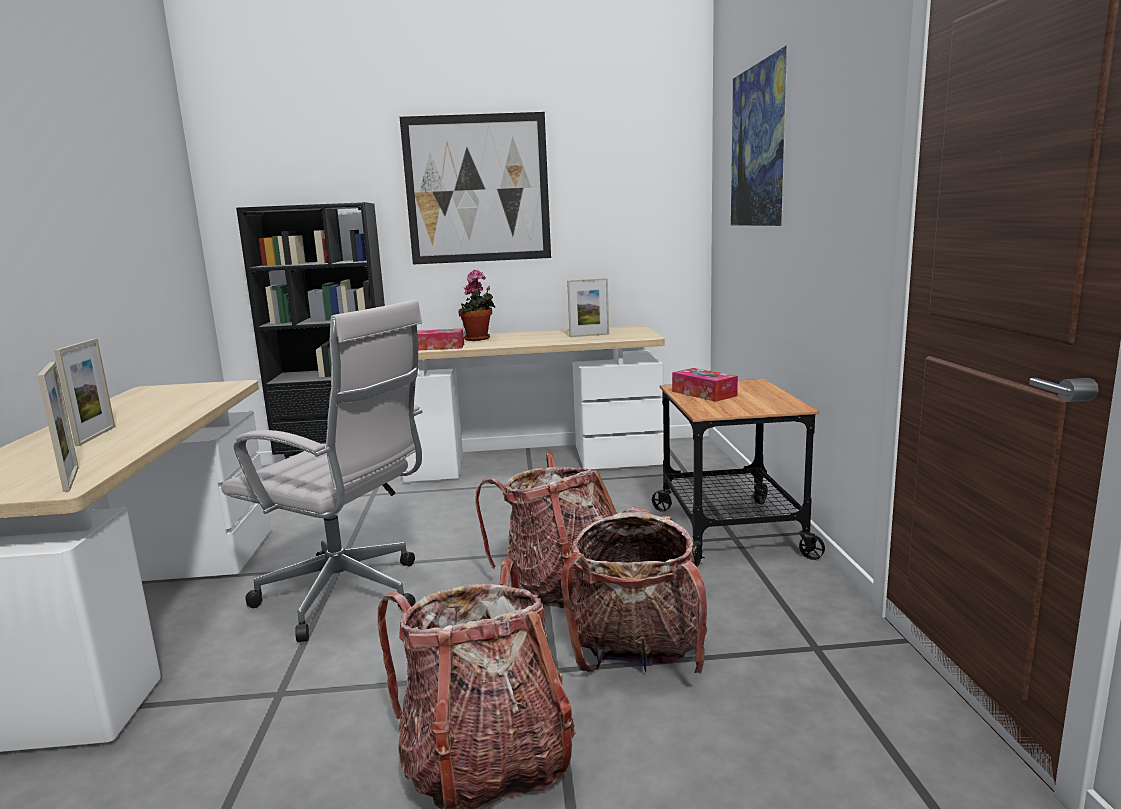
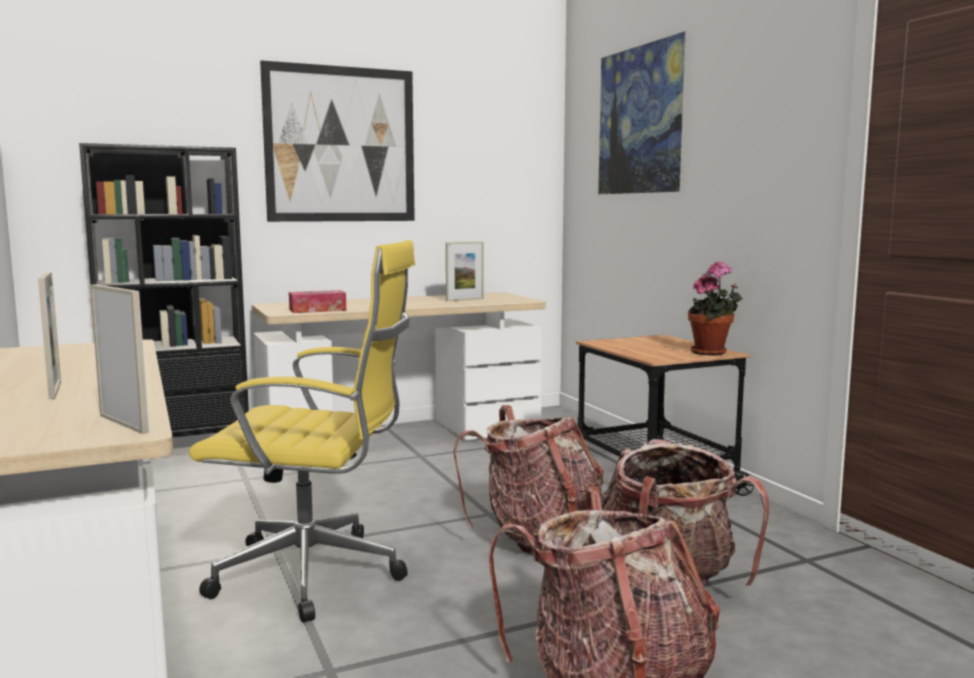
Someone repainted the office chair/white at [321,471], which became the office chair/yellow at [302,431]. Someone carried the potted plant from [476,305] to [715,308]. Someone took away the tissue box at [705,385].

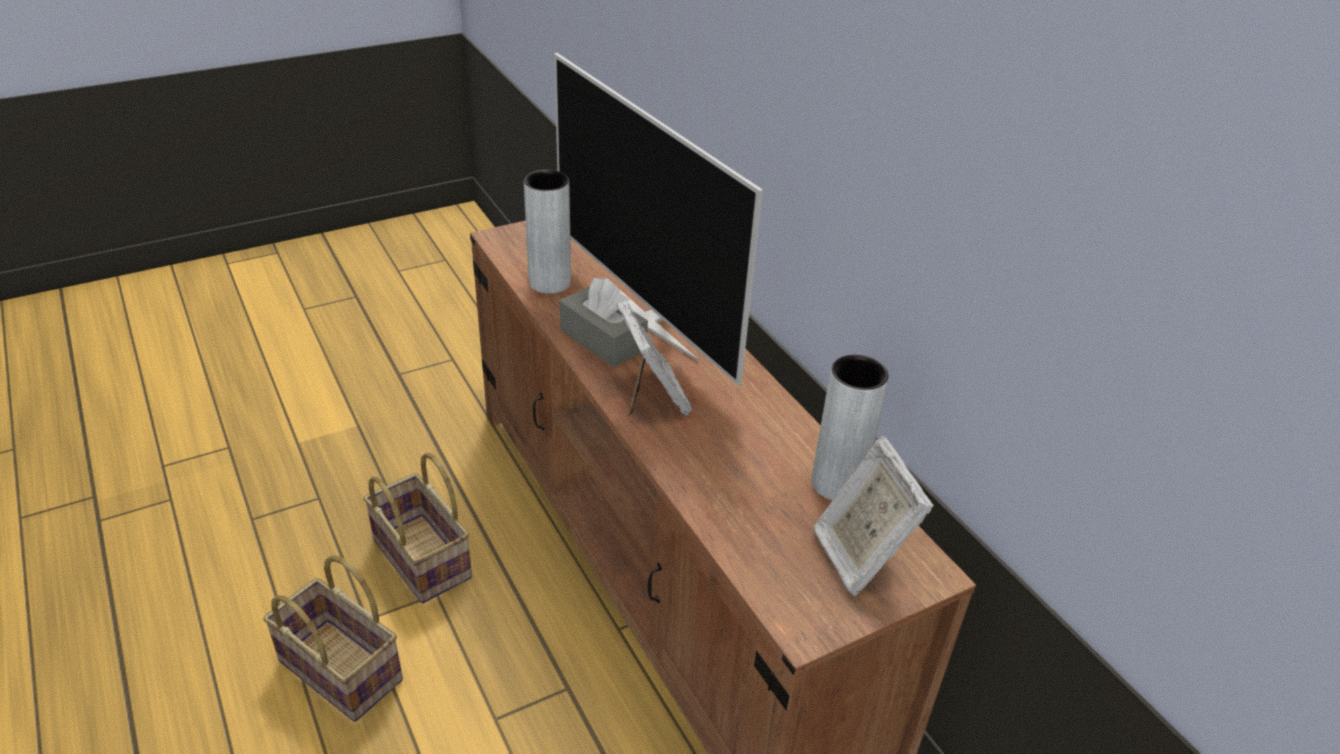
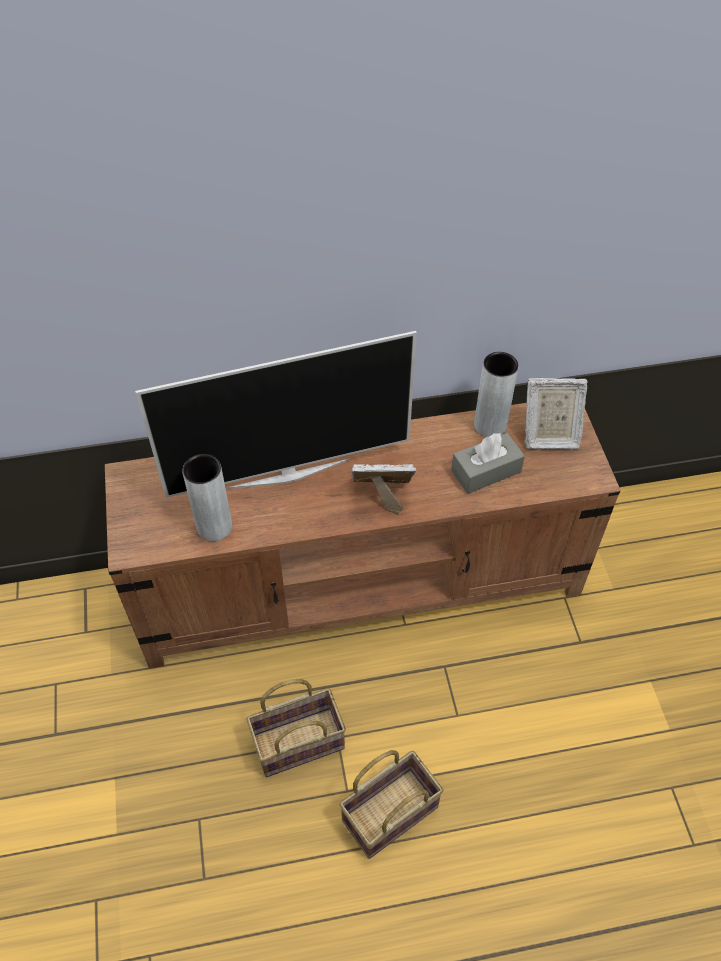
Someone carried the tissue box/grey from [603,322] to [488,463].

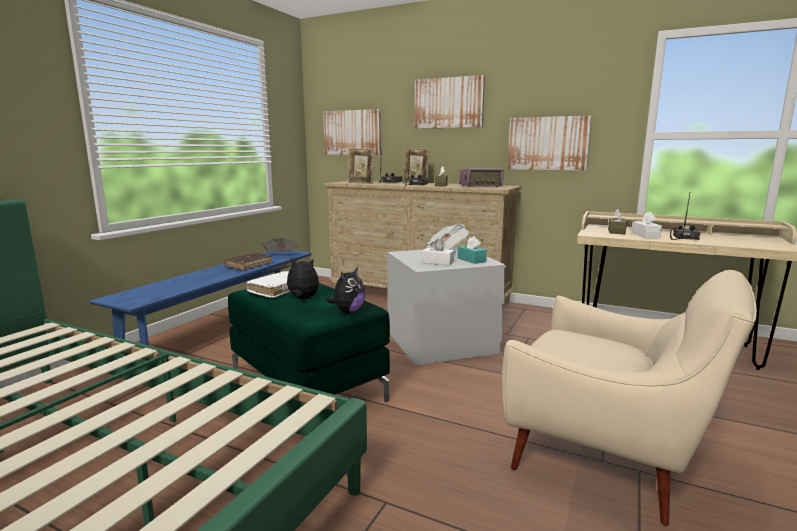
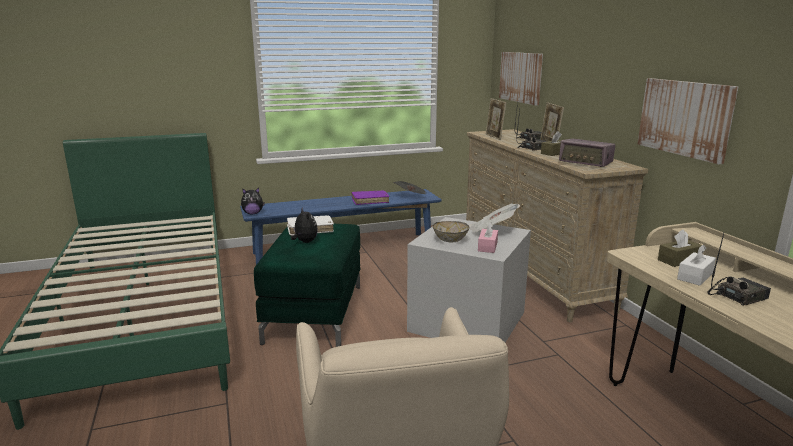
Someone repainted the book/brown at [248,262], which became the book/purple at [370,197]. Someone carried the plush toy from [345,290] to [253,201]. Someone took away the picture at [450,102]. Someone swapped the tissue box/white at [438,252] for the bowl at [451,231]. Someone repainted the tissue box/turquoise at [472,250], which became the tissue box/pink at [488,237].

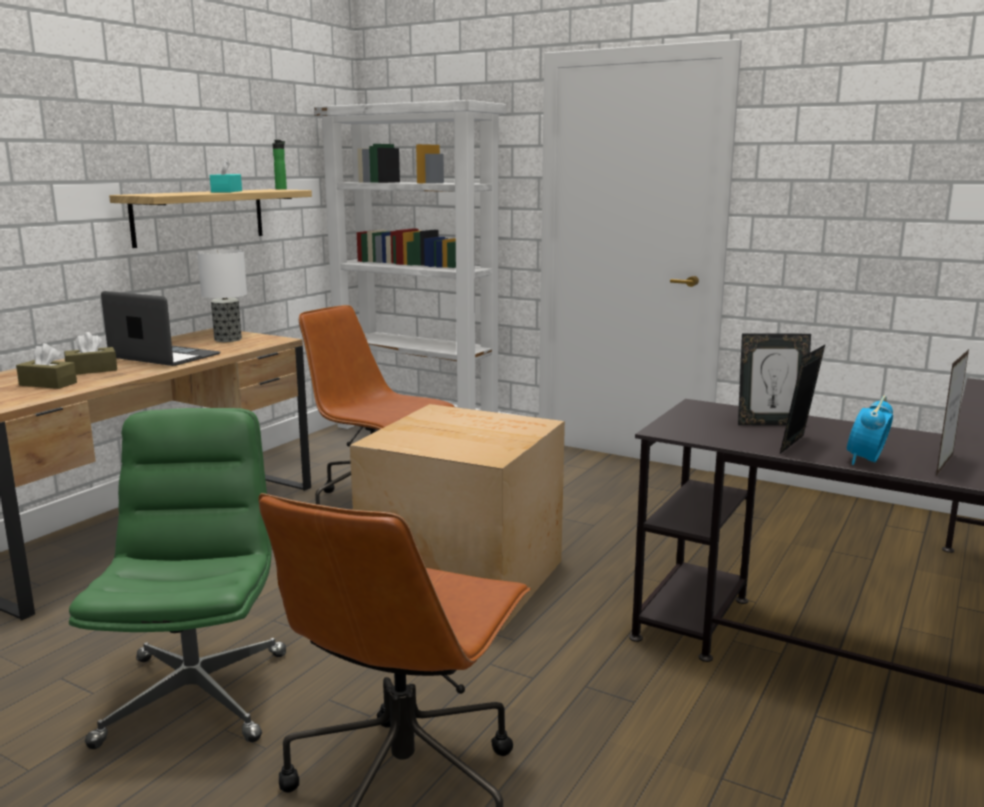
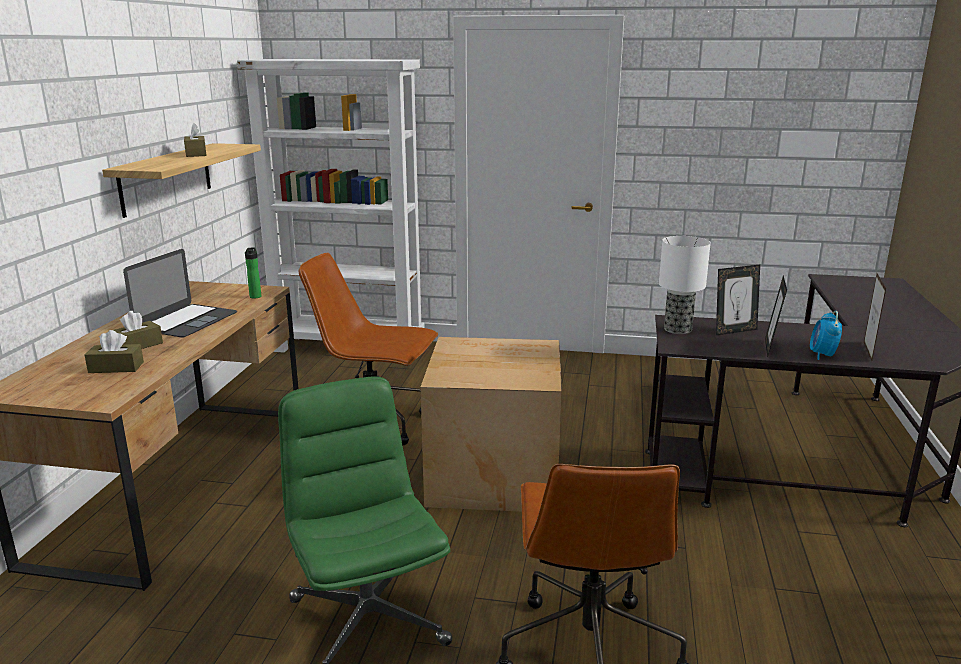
Someone rotated the laptop at [160,328] by 105 degrees clockwise. Someone carried the table lamp from [222,296] to [685,285]. Someone repainted the tissue box/turquoise at [226,175], which became the tissue box/brown at [195,140]. Someone carried the bottle from [280,165] to [253,273].

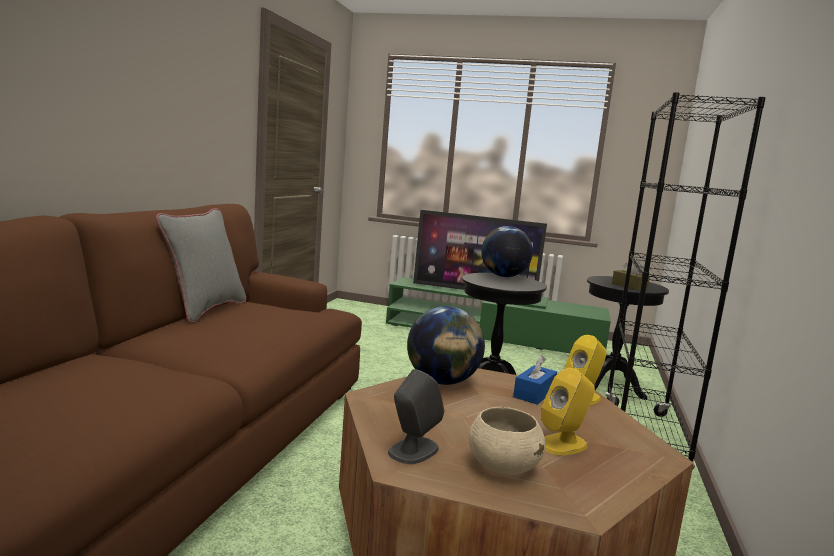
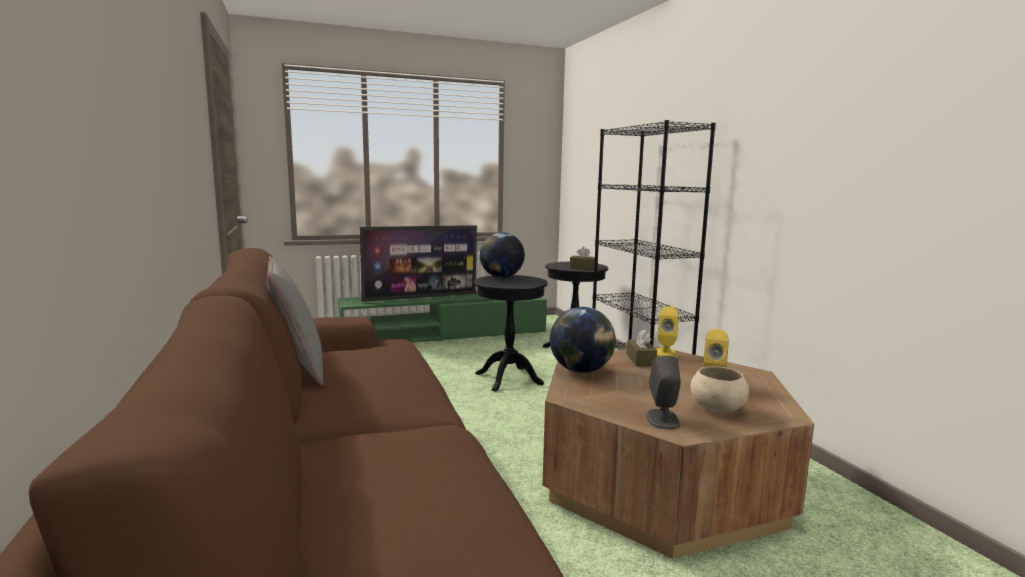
Someone repainted the tissue box/blue at [535,380], which became the tissue box/brown at [641,348].

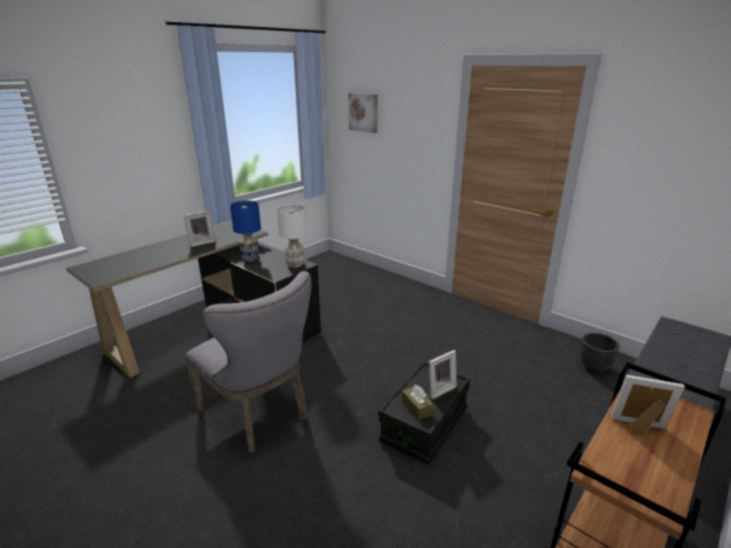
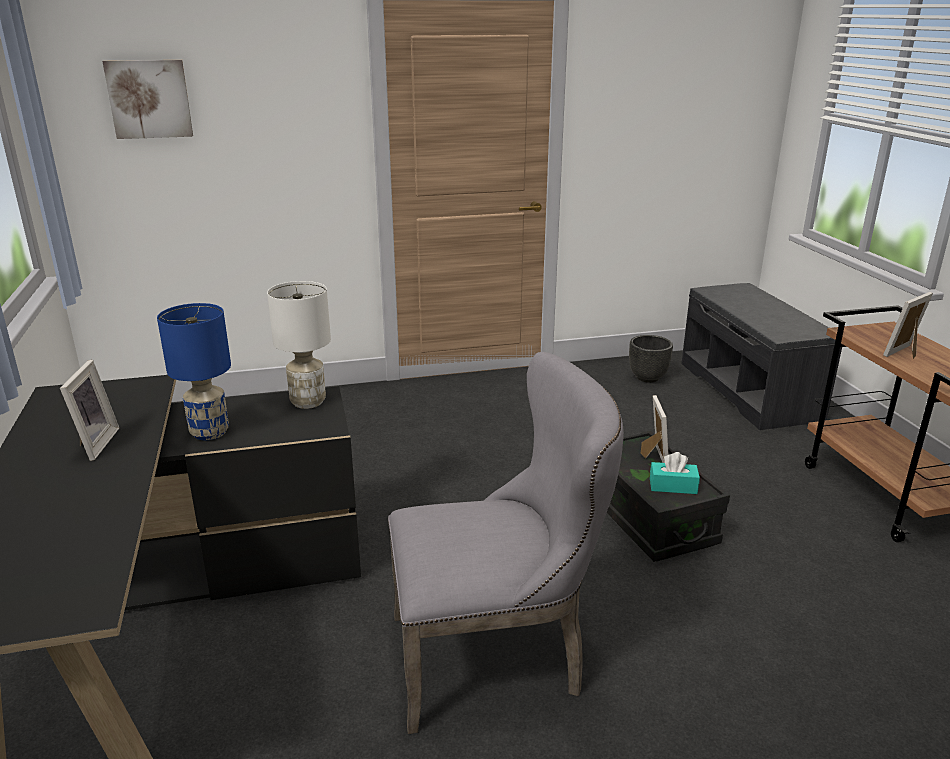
Someone repainted the tissue box/brown at [417,402], which became the tissue box/turquoise at [675,473].

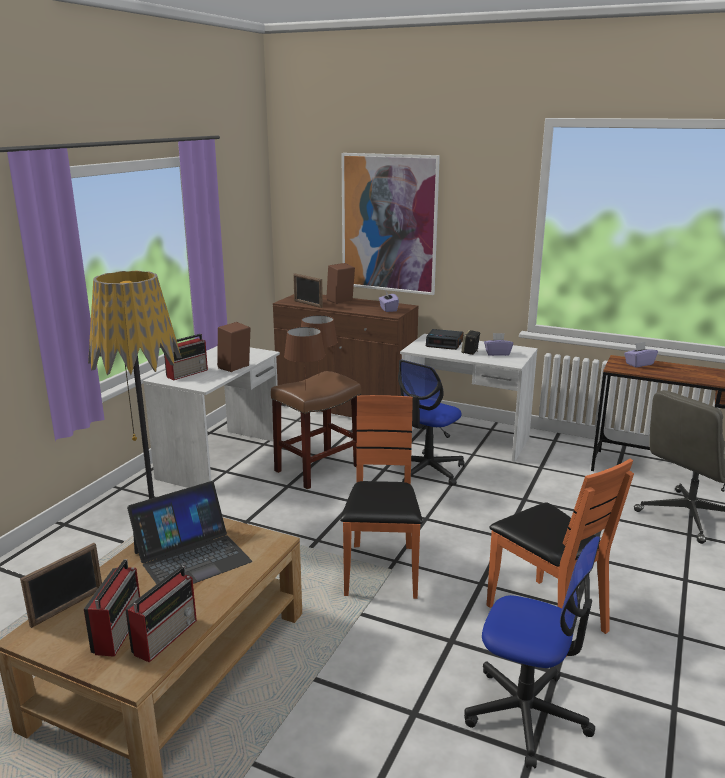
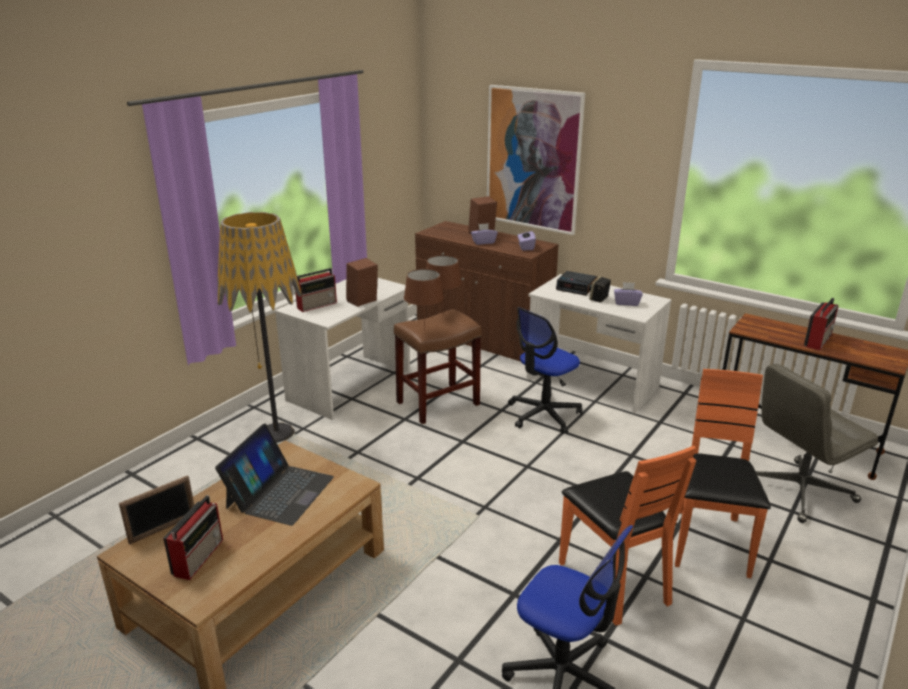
Someone carried the radio from [161,614] to [821,324]. Someone rotated the laptop at [189,532] by 45 degrees counterclockwise. Someone took away the picture frame at [308,290]. Someone carried the chair/orange from [381,497] to [723,473]. Someone carried the tissue box/purple from [641,354] to [484,234].

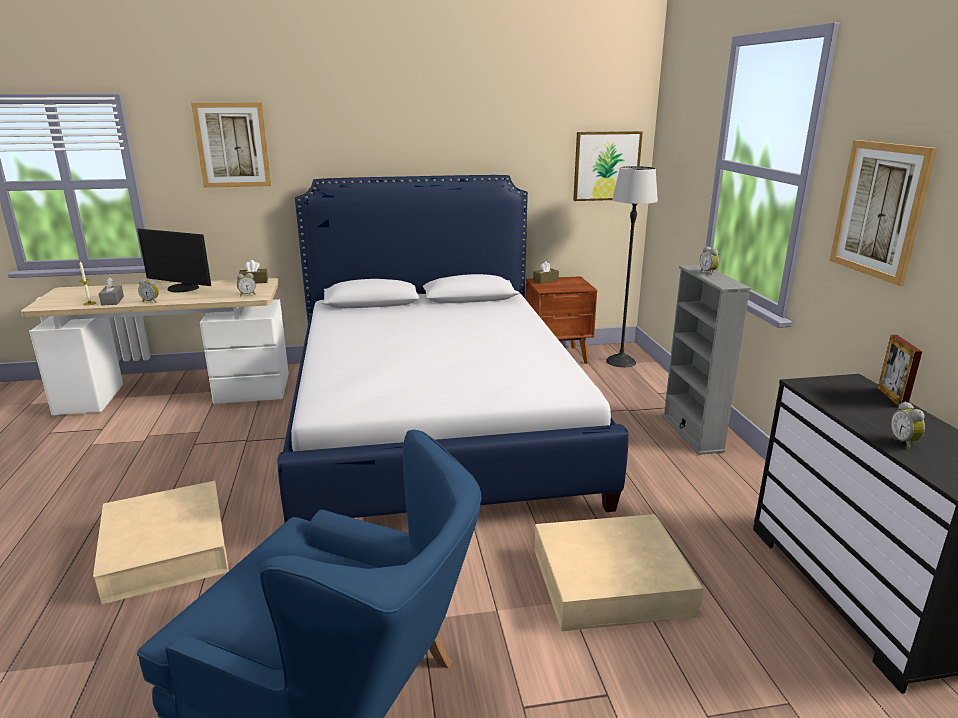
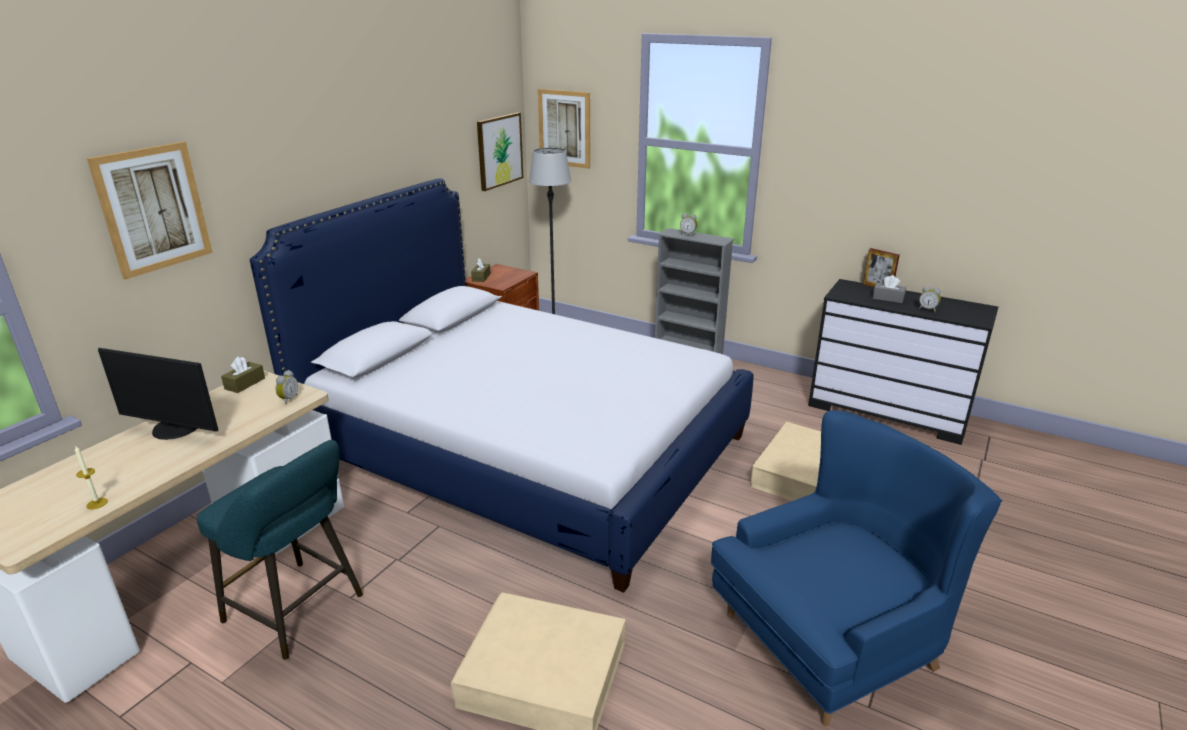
Someone carried the tissue box/grey from [111,291] to [889,289]. Someone rotated the monitor at [174,260] by 45 degrees clockwise. Someone took away the alarm clock at [148,291]. Someone carried the picture from [883,213] to [564,129]. Someone put down the stool/turquoise at [280,550].

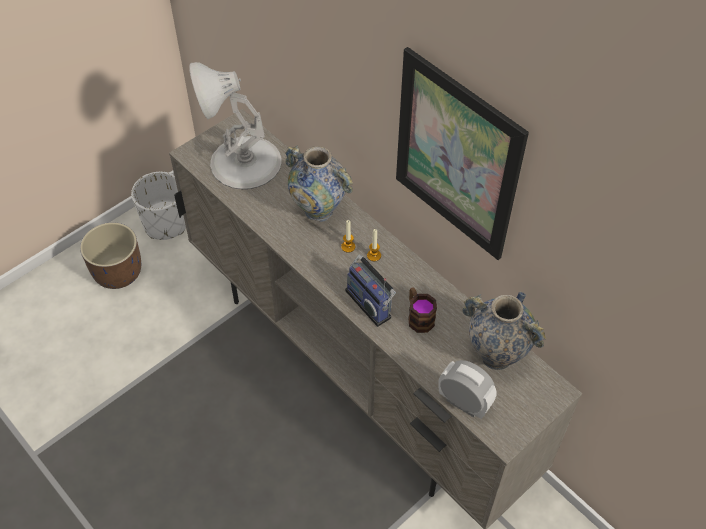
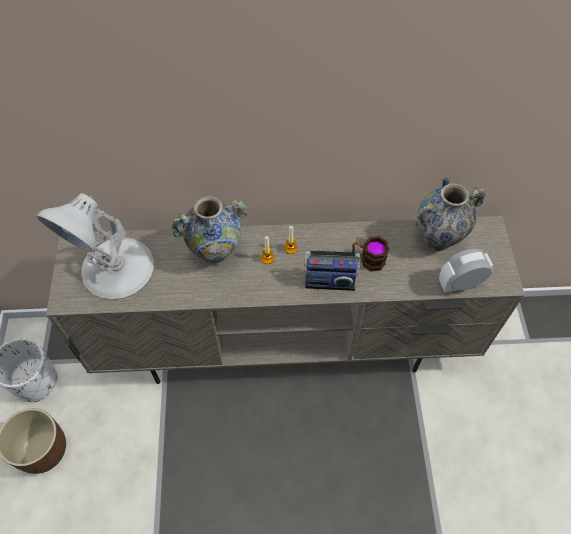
Someone took away the picture at [462,153].

